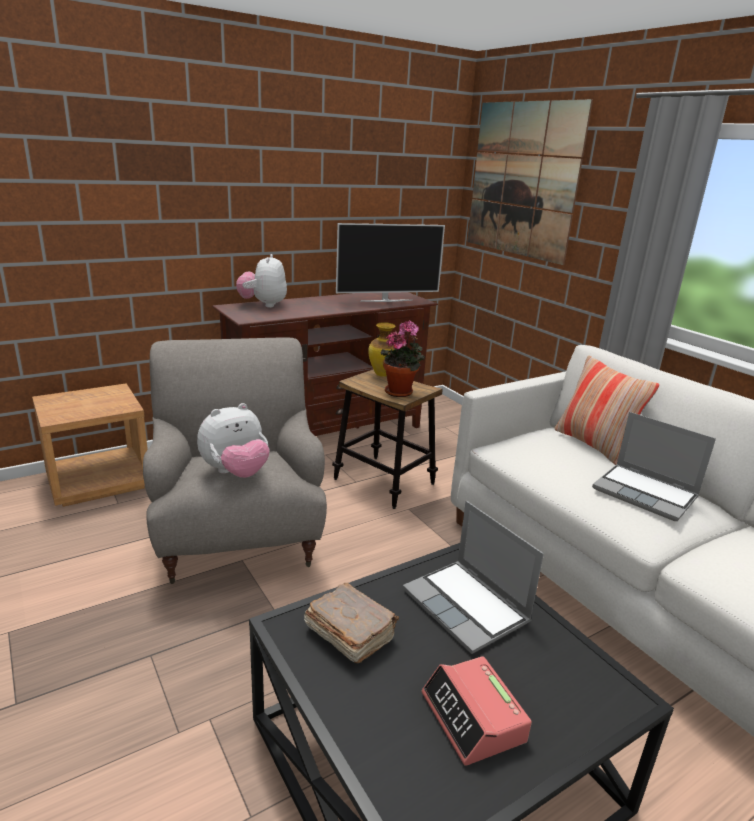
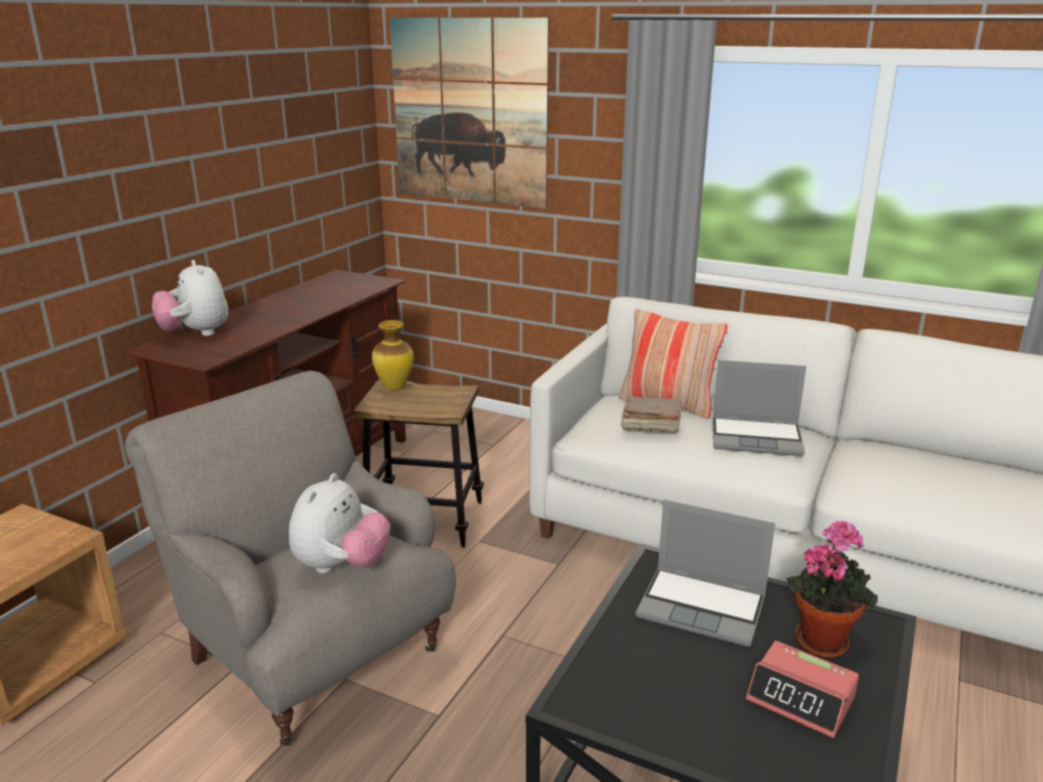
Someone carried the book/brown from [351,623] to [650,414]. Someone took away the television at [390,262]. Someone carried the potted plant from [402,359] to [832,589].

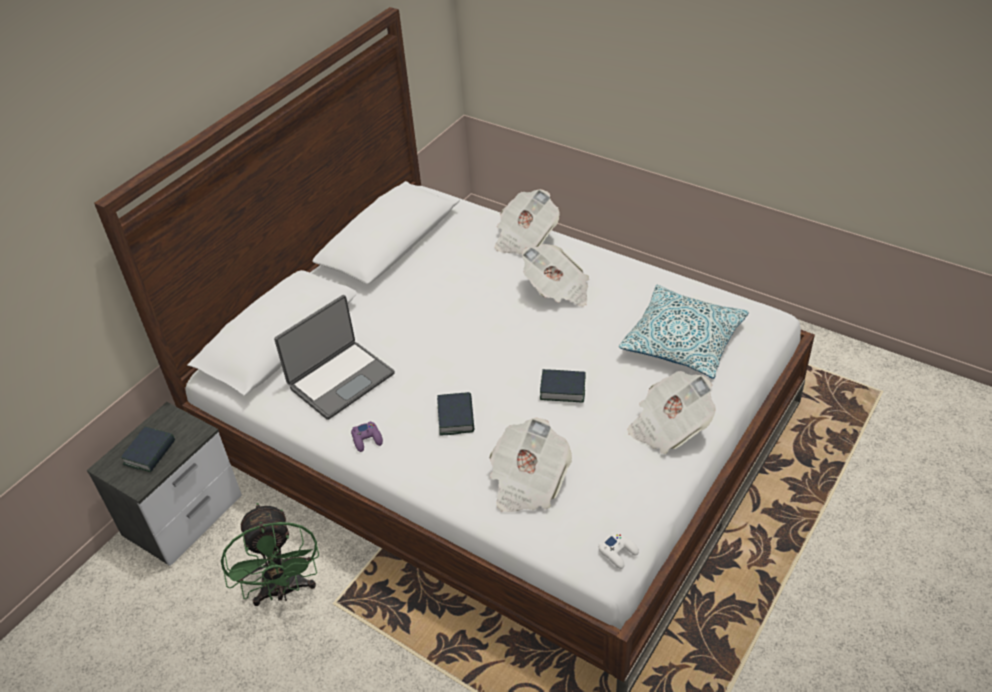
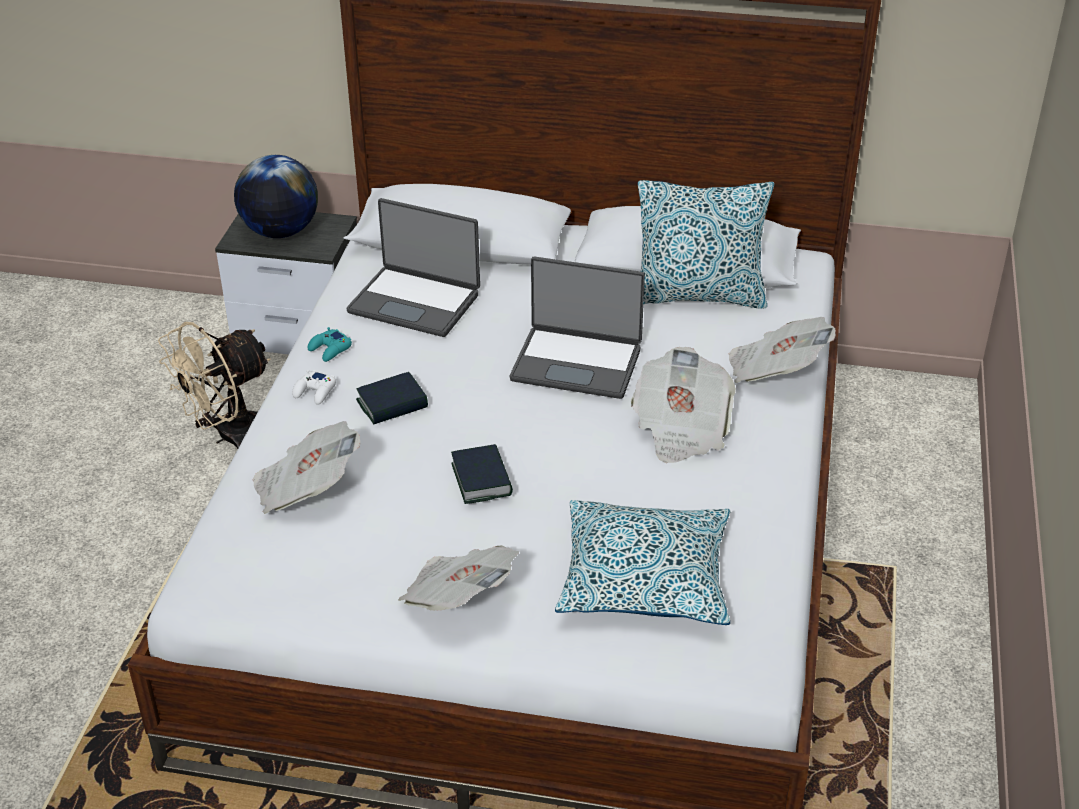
Someone swapped the book at [148,450] for the globe at [276,196]. Someone repainted the fan/green at [270,554], which became the fan/beige at [214,385]. Someone repainted the game controller/purple at [367,436], which became the game controller/turquoise at [330,344]. Someone carried the game controller/white from [619,550] to [314,387]. Someone put down the laptop at [577,327]. Someone put down the pillow at [706,244].

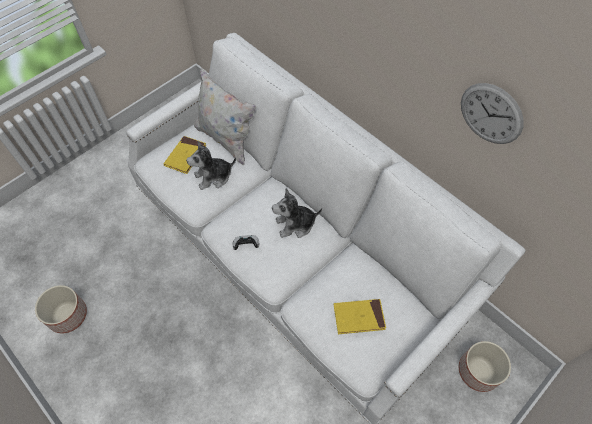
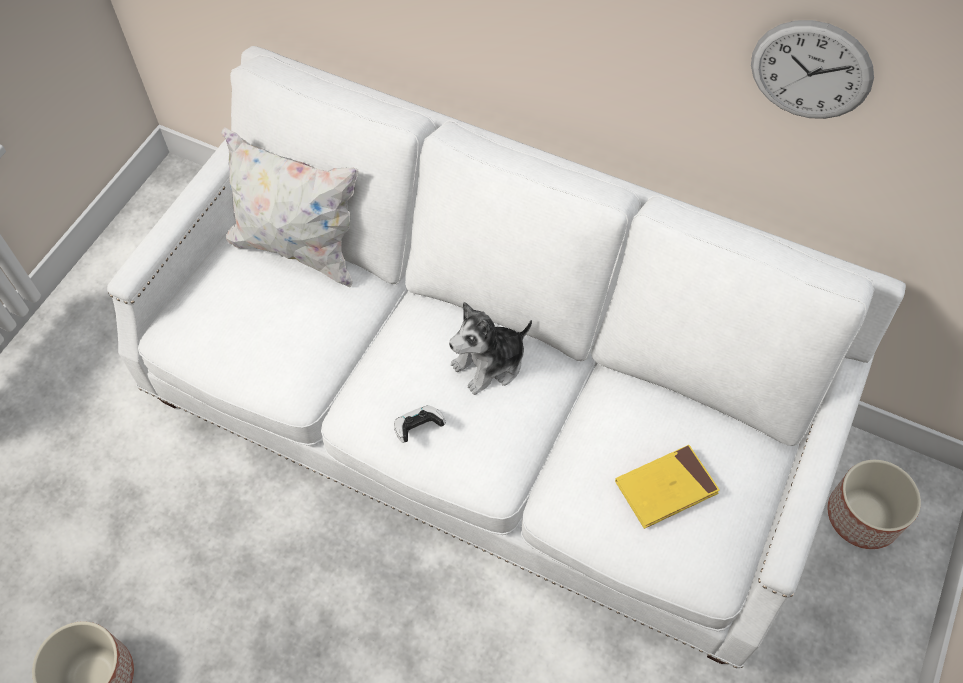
Someone took away the book/yellow at [185,155]. Someone took away the plush toy at [211,165].

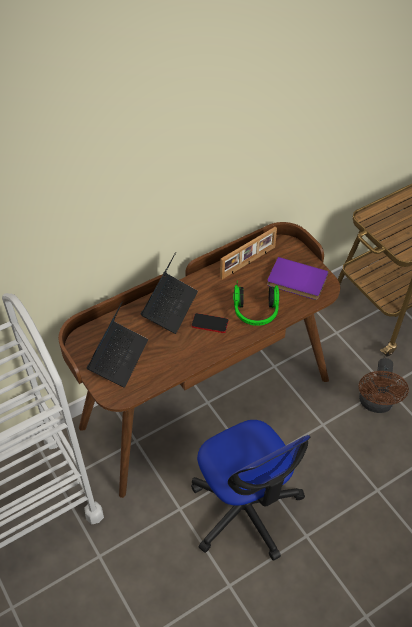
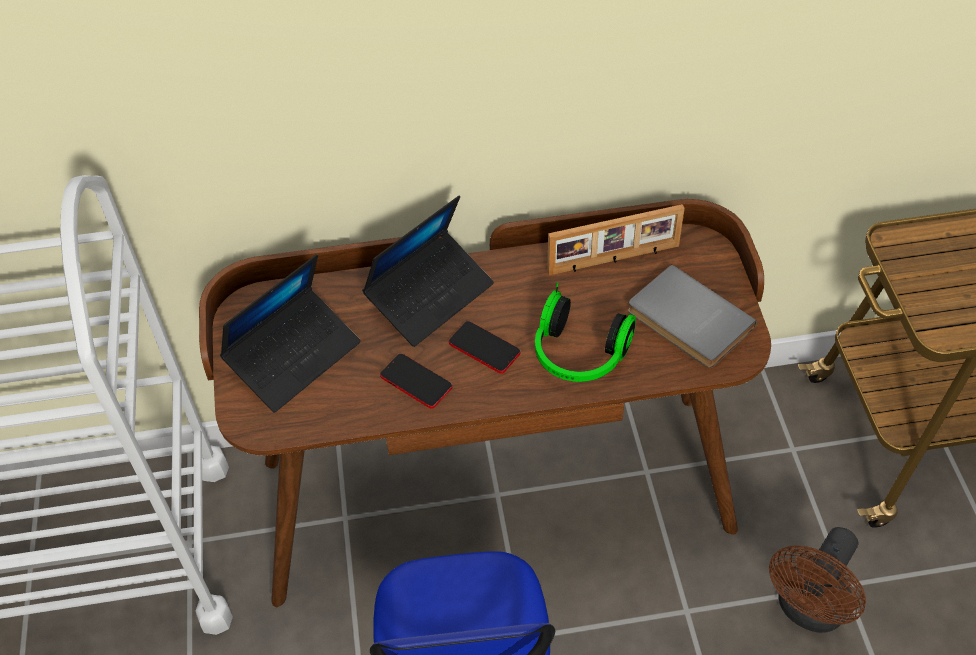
Someone repainted the book/purple at [298,278], which became the book/grey at [692,316]. Someone put down the phone at [416,381].

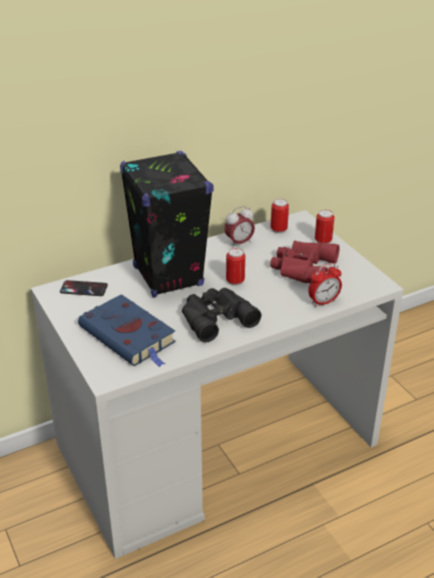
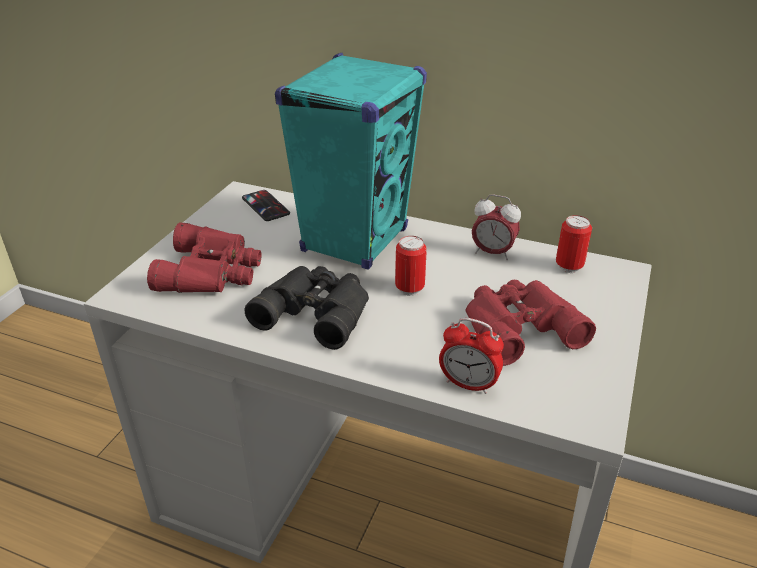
Someone swapped the book/blue at [127,330] for the binoculars/red at [204,258]. Someone repainted the speaker/black at [167,224], which became the speaker/turquoise at [351,161]. Someone took away the can at [324,227].

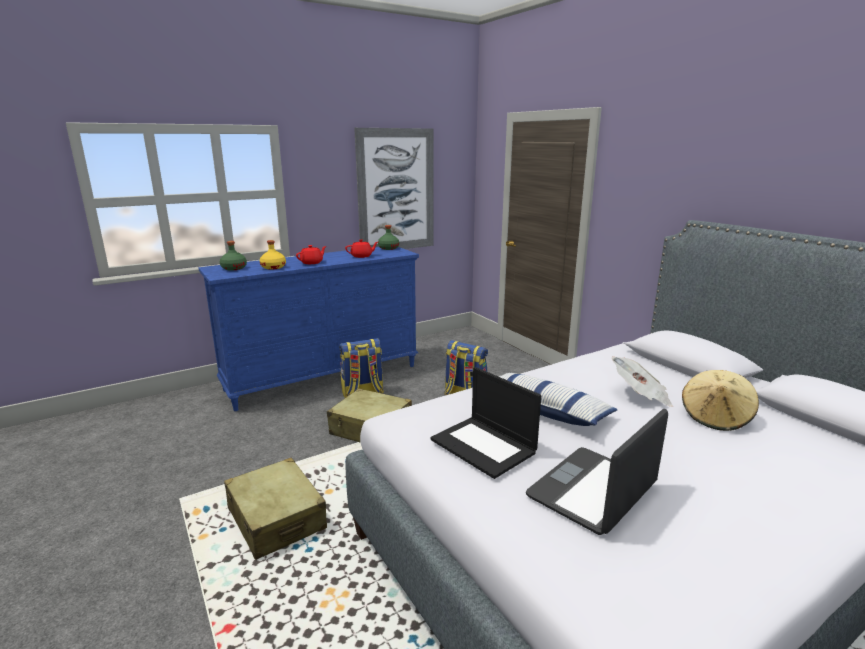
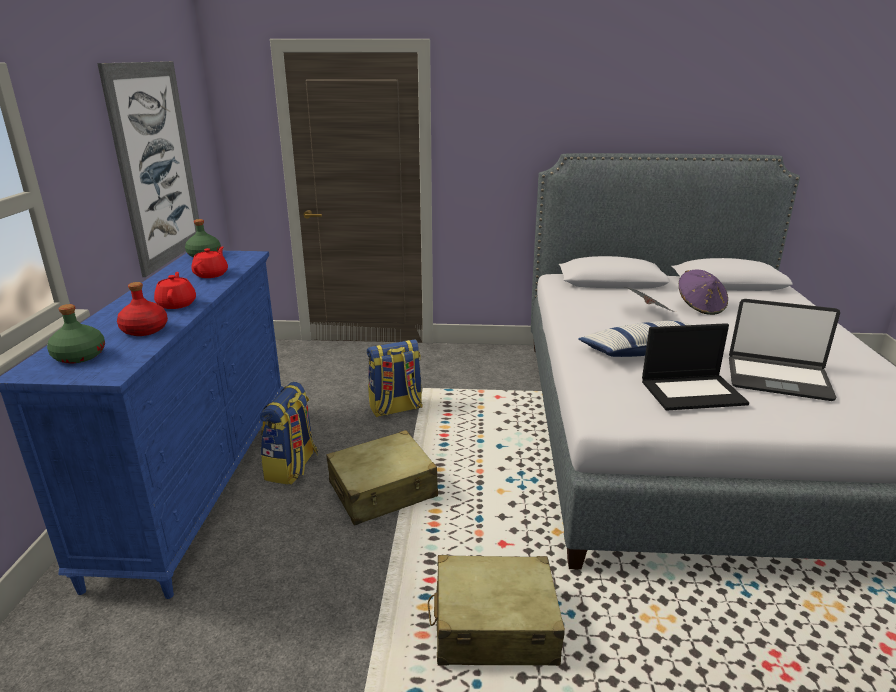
Someone repainted the bottle/yellow at [273,255], which became the bottle/red at [142,309]. Someone rotated the laptop at [597,472] by 60 degrees counterclockwise. Someone repainted the hat/beige at [720,400], which became the hat/purple at [703,292].

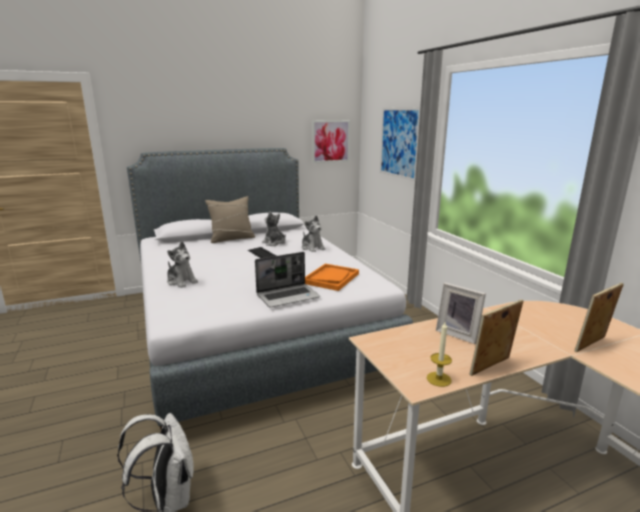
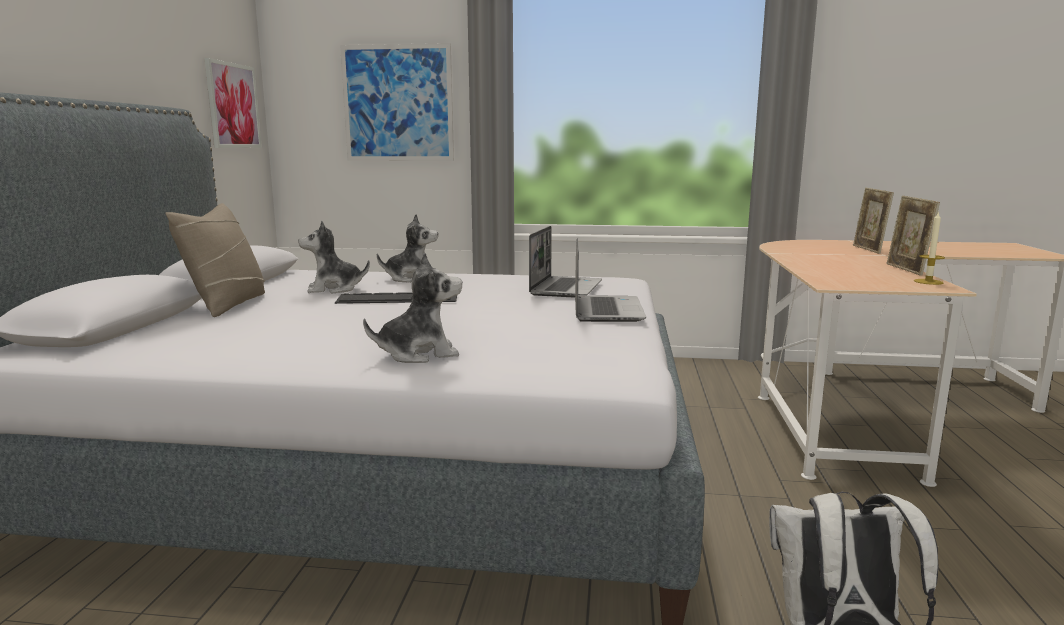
Someone swapped the tray/orange at [332,277] for the laptop at [565,262]. Someone took away the picture frame at [461,313].

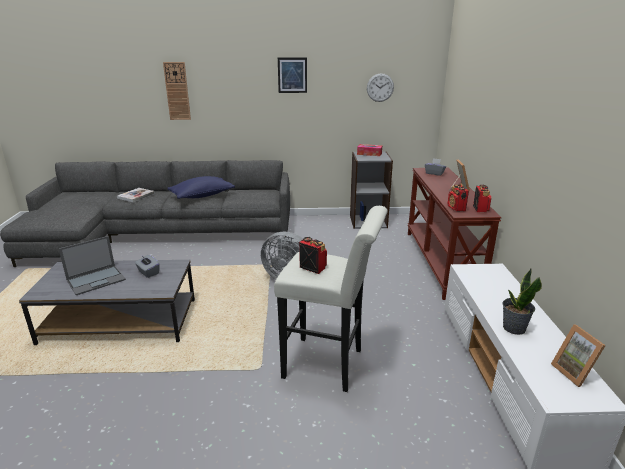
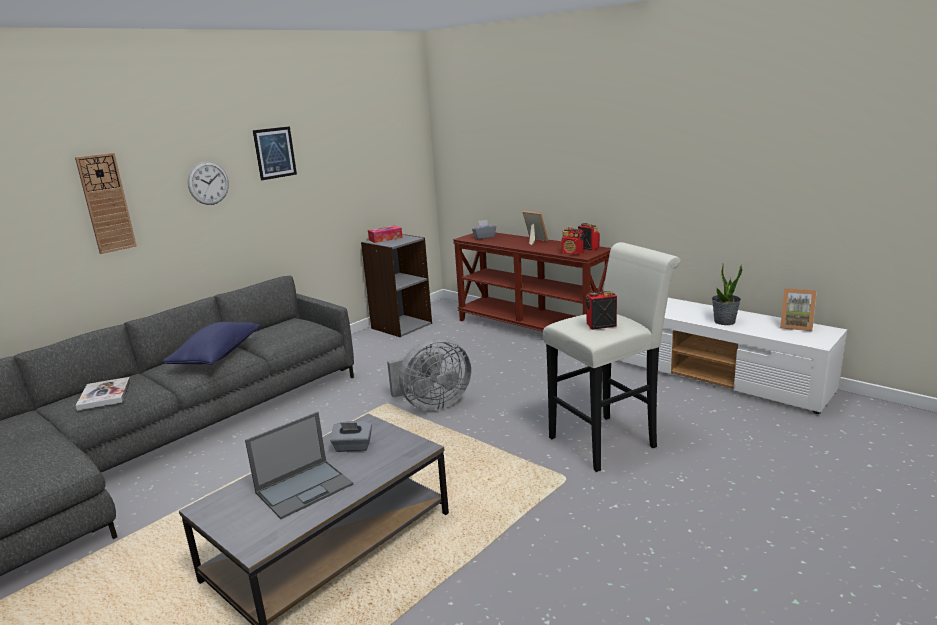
Someone rotated the laptop at [92,265] by 45 degrees clockwise. Someone carried the wall clock from [380,87] to [208,183].

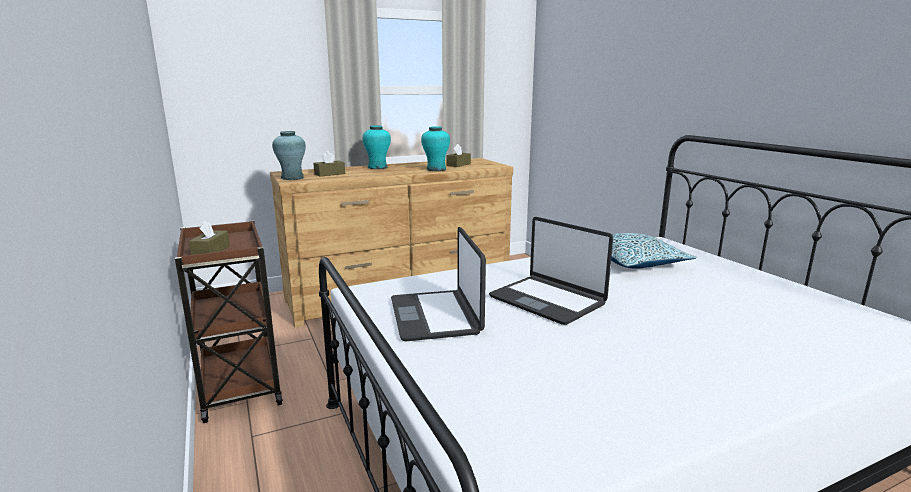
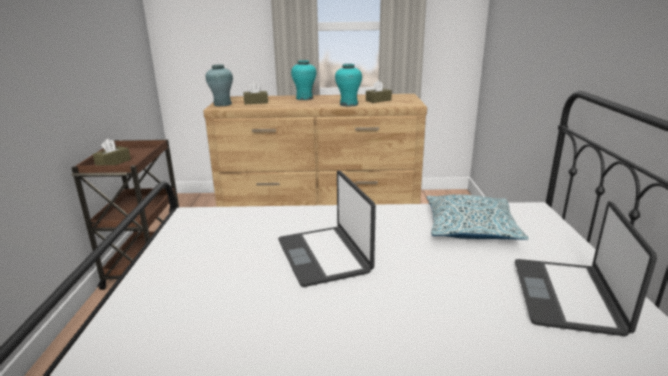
Someone carried the laptop from [438,284] to [586,268].

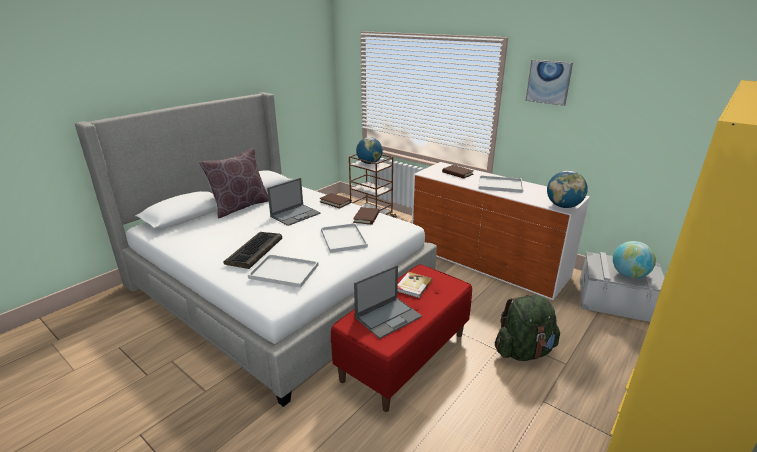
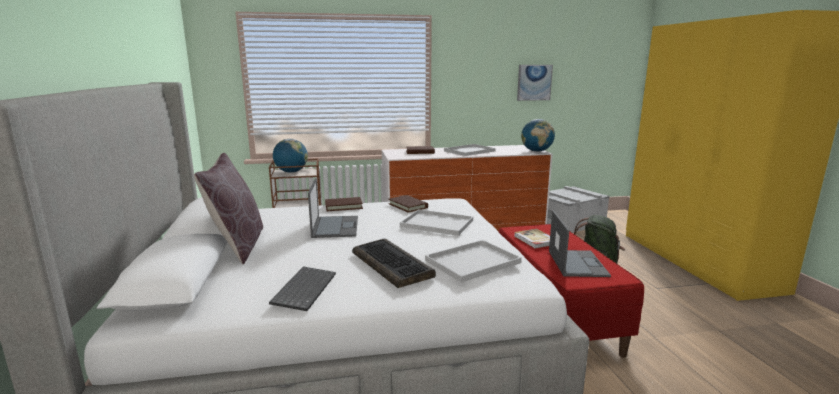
Someone carried the picture from [549,83] to [535,83]. Someone took away the globe at [634,260]. Someone put down the keyboard at [302,289].

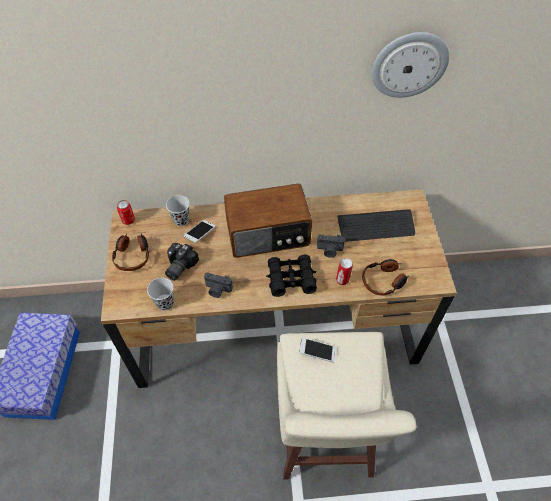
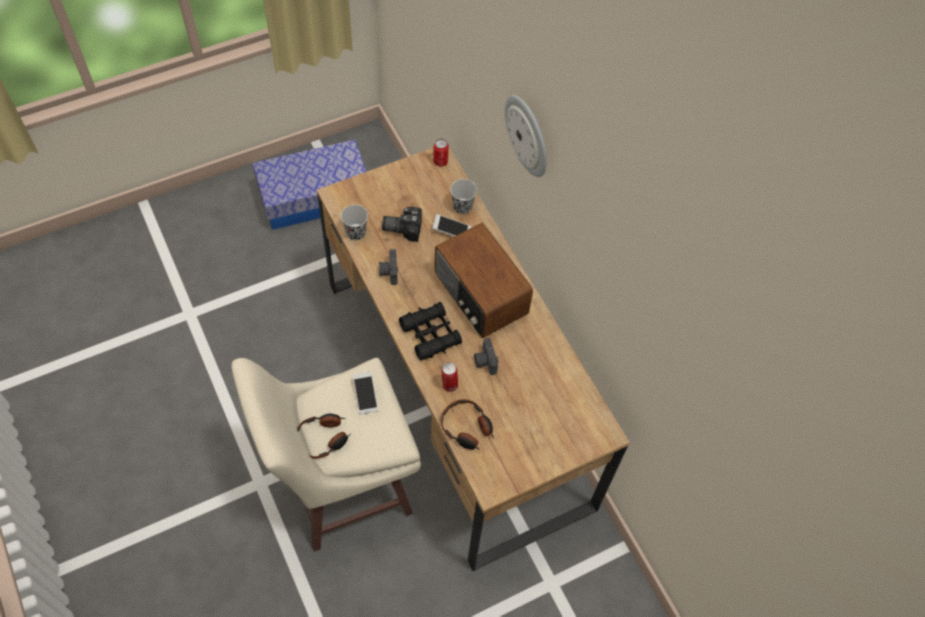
Someone carried the headphones from [130,252] to [324,436]. Someone took away the keyboard at [376,225]. Someone carried the wall clock from [410,65] to [526,136].

